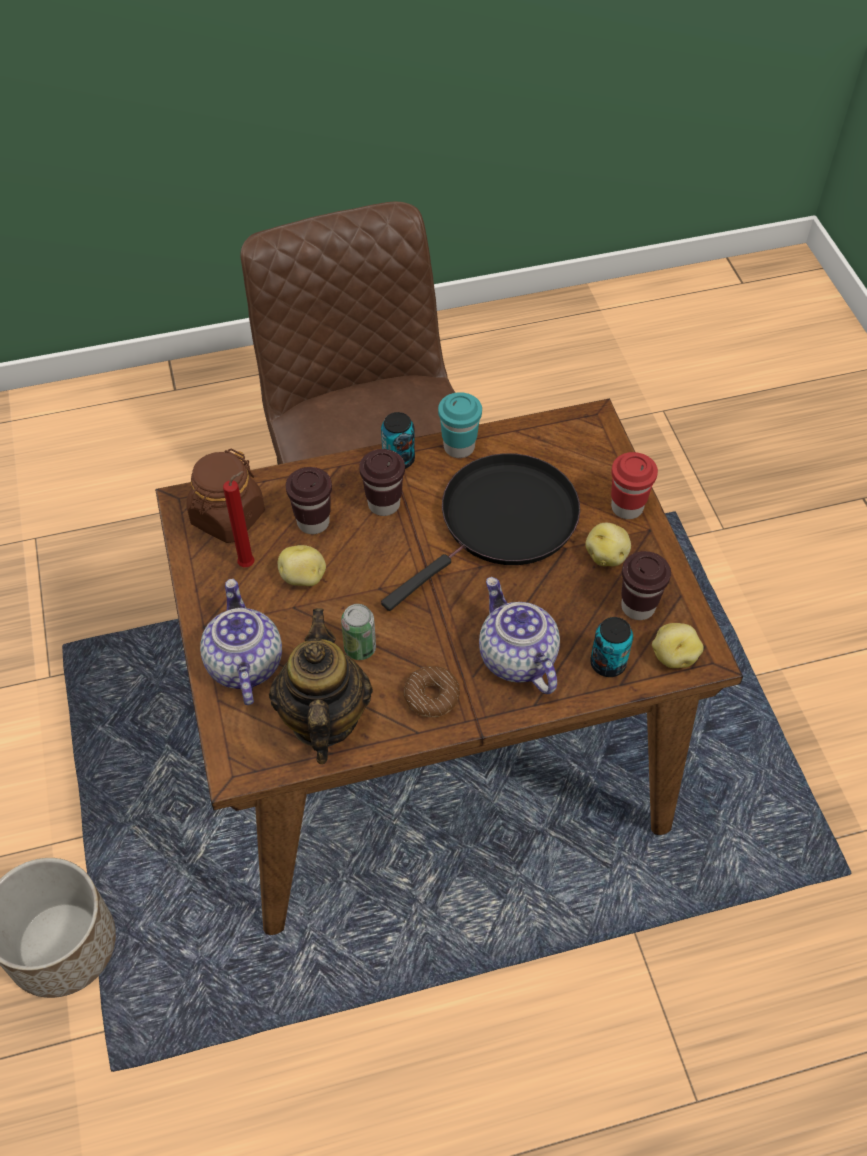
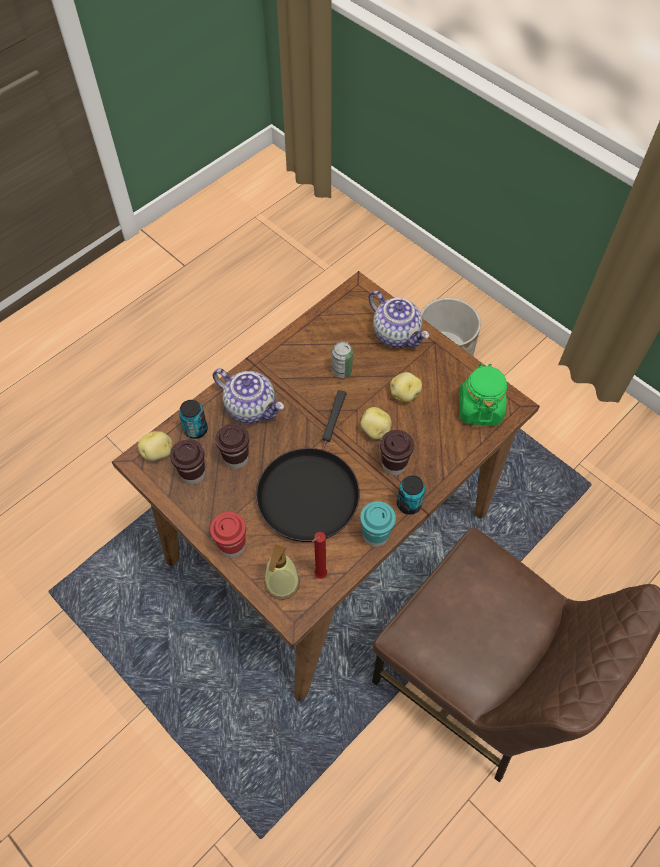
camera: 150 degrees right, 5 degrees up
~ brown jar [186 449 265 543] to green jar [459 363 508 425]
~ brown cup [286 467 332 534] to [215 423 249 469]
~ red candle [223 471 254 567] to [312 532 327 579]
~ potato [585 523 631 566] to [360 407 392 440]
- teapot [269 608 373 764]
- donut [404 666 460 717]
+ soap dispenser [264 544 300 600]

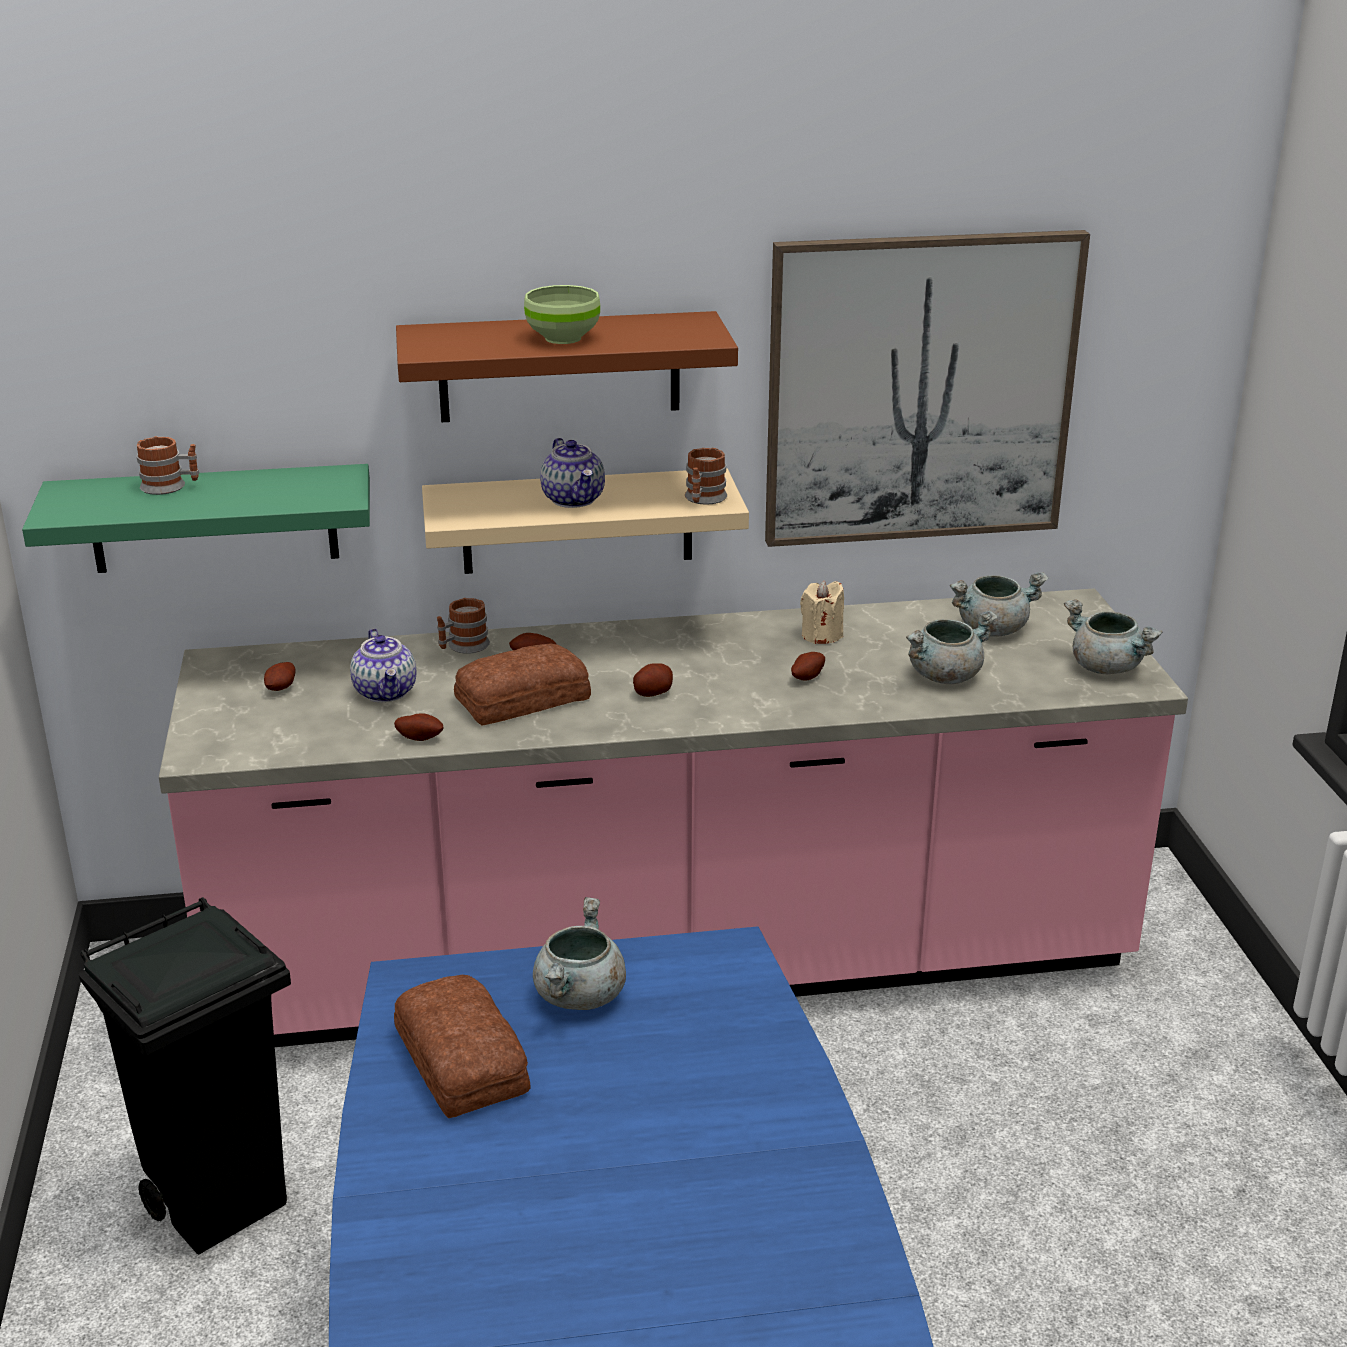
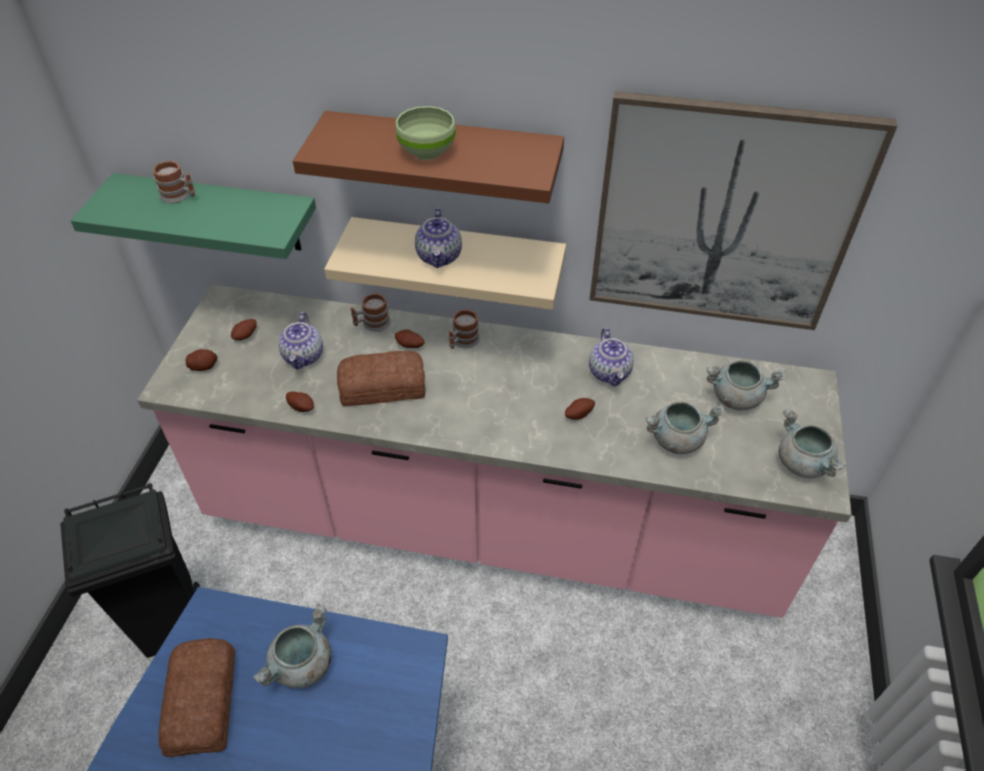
camera: 20 degrees right, 20 degrees up
~ mug [685 448 727 504] to [448 309 480 349]
~ beige candle [800 580 844 644] to teapot [589 328 634 387]
~ potato [633 663 673 697] to [186 349 217 371]

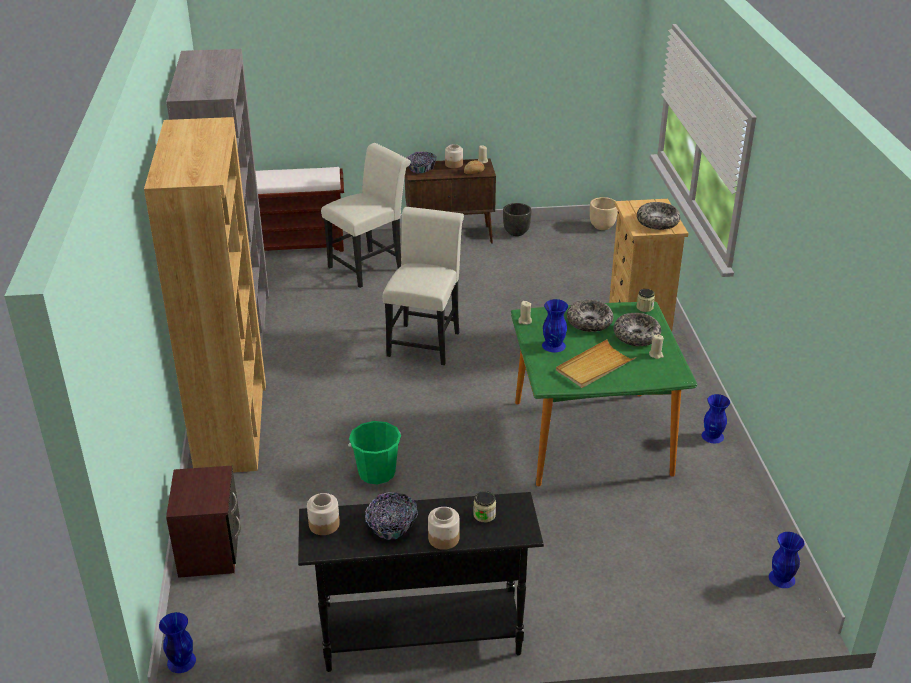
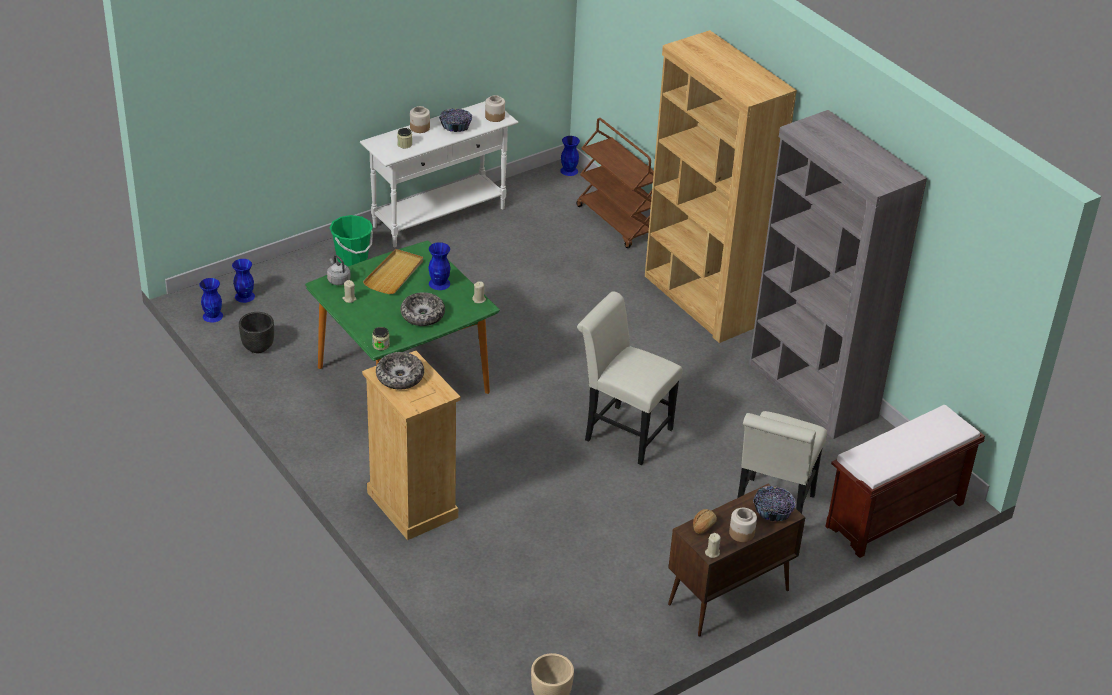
camera: 150 degrees right, 5 degrees up
~ black planter [503 203 532 236] to [239 312 274 353]
~ white chair [383 207 464 365] = [577 291 682 465] 135 degrees clockwise
- bowl [614 313 661 346]
~ blue vase [702 394 730 443] to [232 259 255 303]
~ green bucket [348 421 401 484] to [329 215 373 266]
~ brown nightstand [166 466 241 578] to brown cart [576 118 654 248]
~ black console table [298 492 544 672] to white console table [360 101 518 247]
+ grey kettle [327 255 351 285]

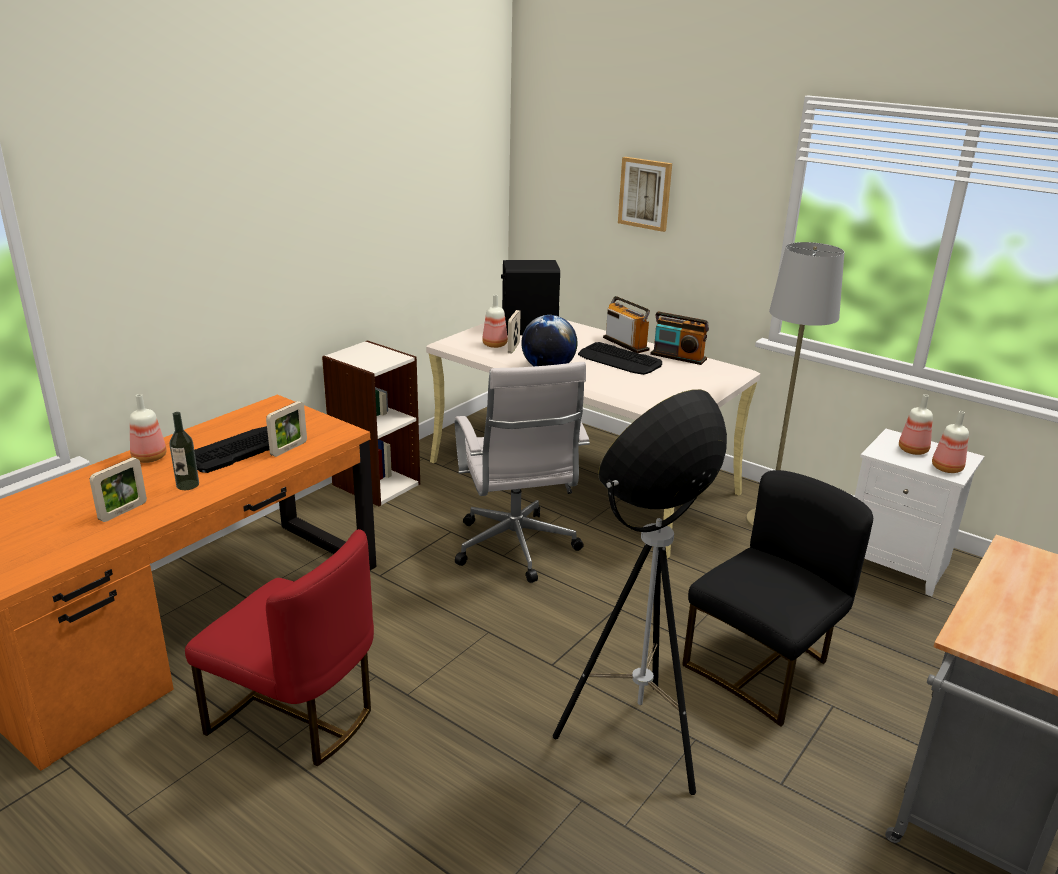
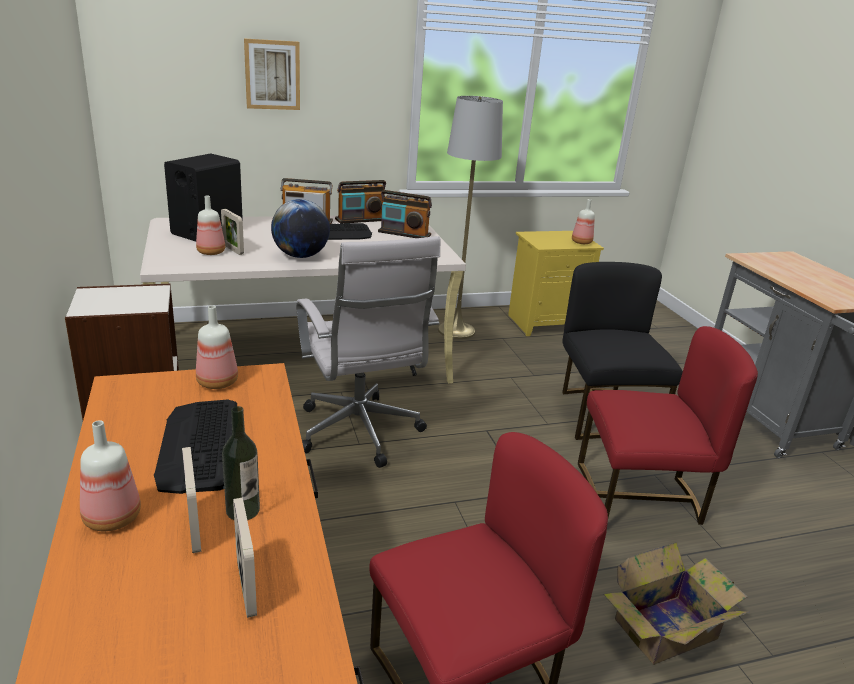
camera: 55 degrees left, 0 degrees up
~ white office chair [455 362 590 583] = [296 236 441 468] 45 degrees clockwise
~ floor lamp [553 389 727 795] to red chair [578 326 758 525]
~ bottle [899 394 933 455] to [196 305 238 389]
~ picture frame [266 401 307 457] to [182 447 201 553]
~ white nightstand [855 429 985 597] to yellow nightstand [508 231 604 336]
+ radio [378 190 432 238]
+ cardboard box [604 542 749 665]

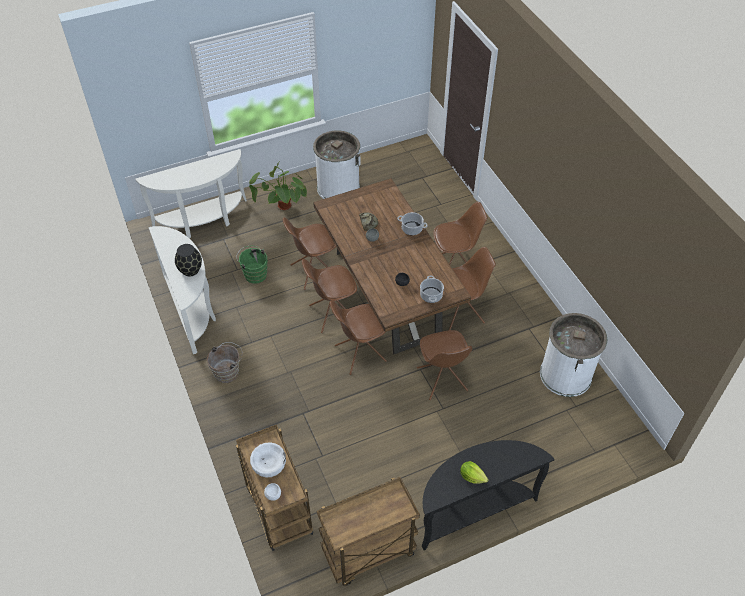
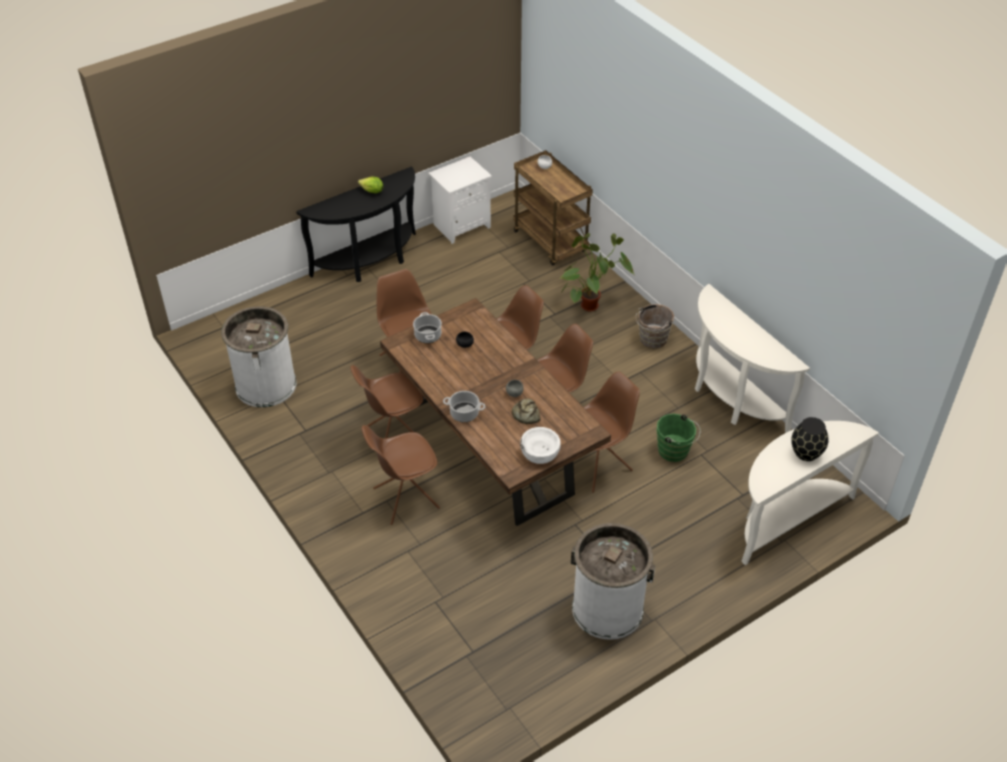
camera: 170 degrees right, 5 degrees down
~ potted plant [249 162 307 210] to [561 233 634 311]
~ black vase [175 244 202 276] to [791 417 829 461]
~ white bowl [250 442 286 478] to [520 427 561 464]
~ brown cart [317 477 420 586] to white nightstand [428 157 492 244]

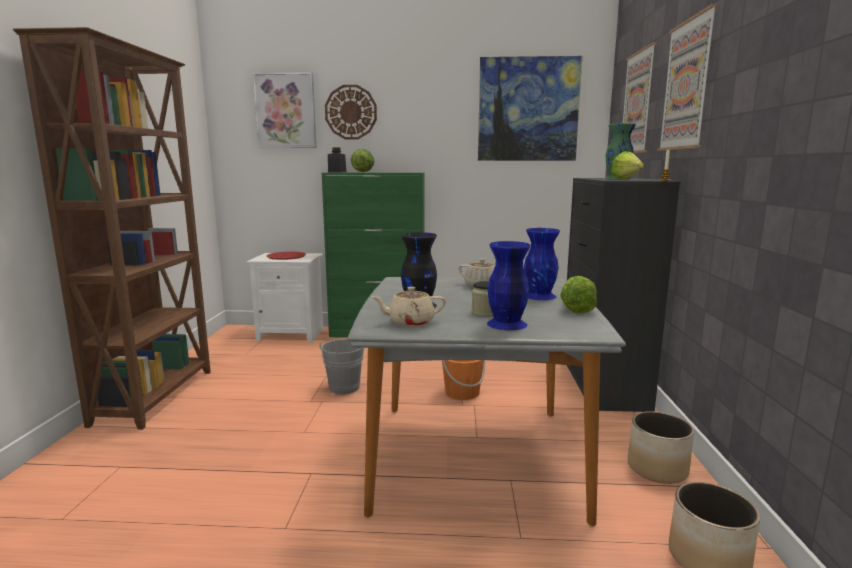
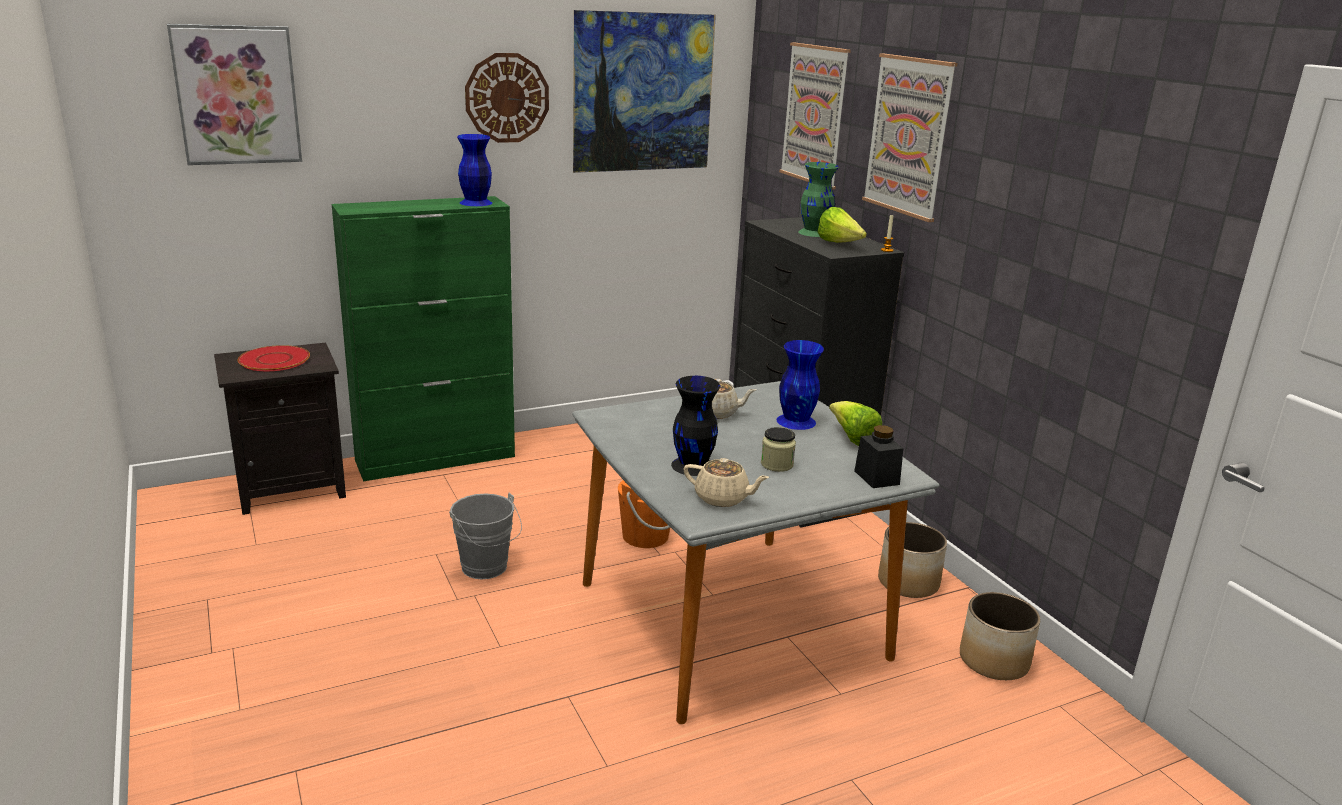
camera: 30 degrees left, 10 degrees up
- brown bookcase [13 27 211 430]
~ wall clock [325 85 377 139] to [465 53 549 143]
~ black jar [328 148 346 172] to [854 425 903 488]
- lettuce [351 149 374 172]
~ blue vase [487 241 531 330] to [457 134 492 206]
~ white nightstand [246 253 324 343] to black nightstand [214 343 346 515]
~ beige teapot [371 287 446 327] = [684 458 769 507] 120 degrees counterclockwise

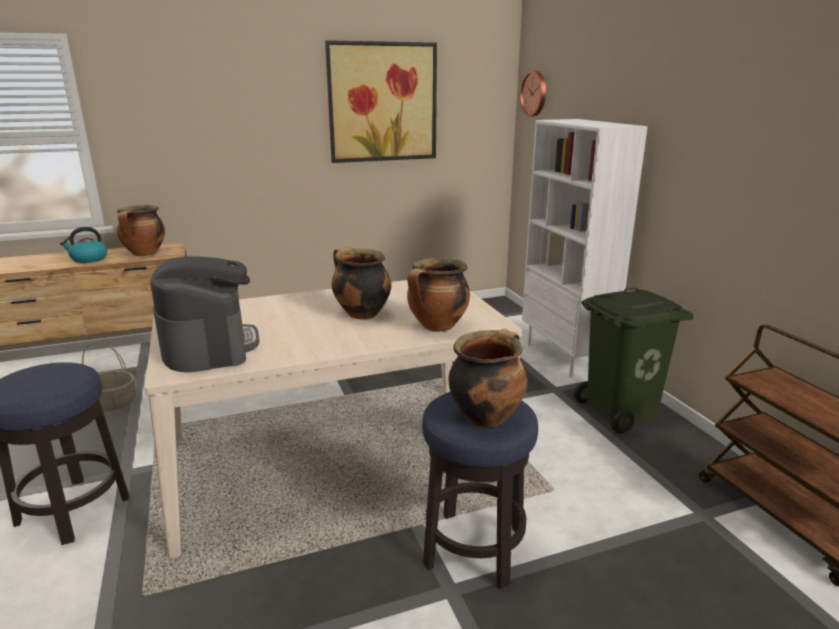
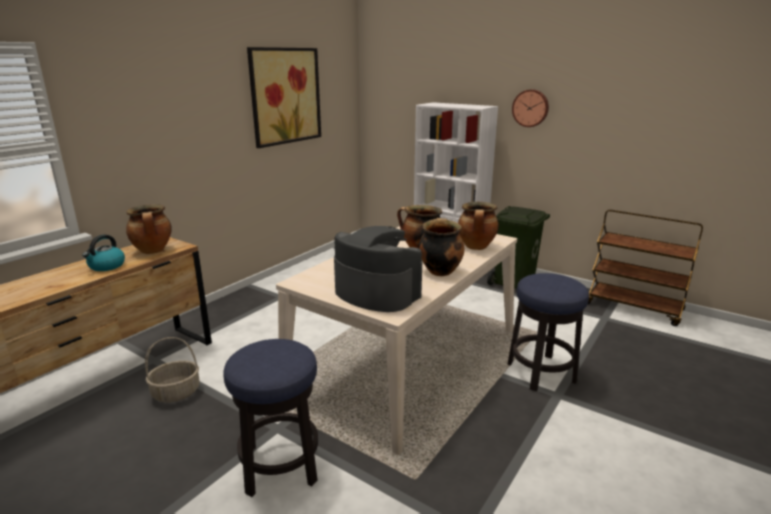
camera: 35 degrees left, 0 degrees up
~ wall clock [520 71 546 116] to [512 89 549 127]
~ cooking pot [448 329 527 427] to [418 218 464 276]

